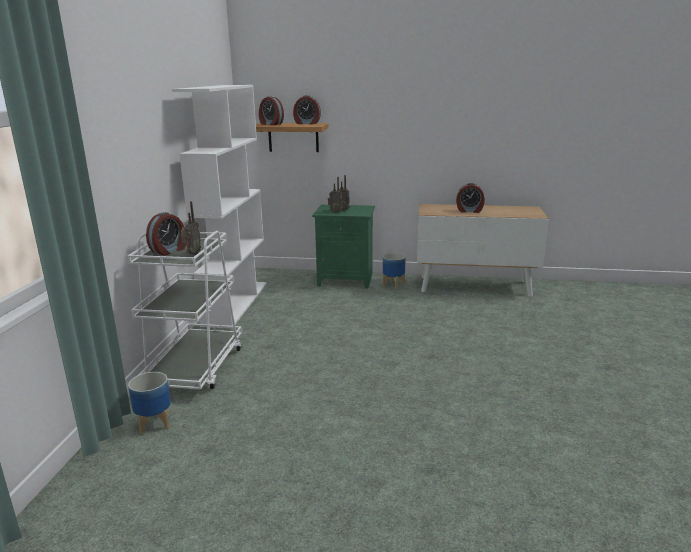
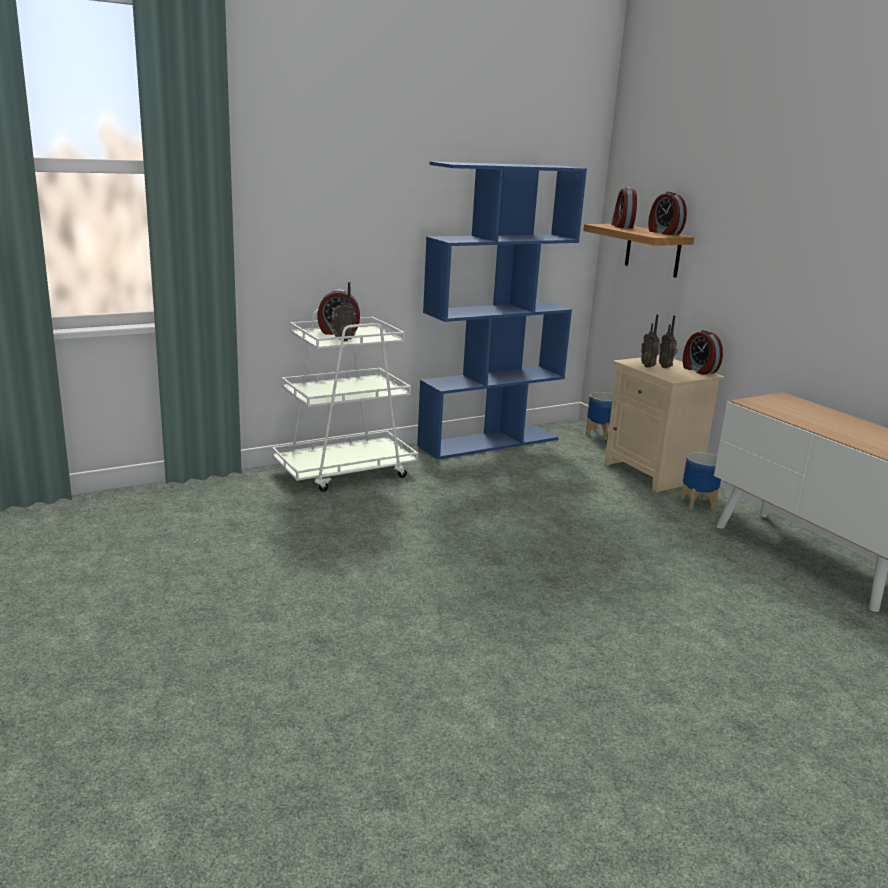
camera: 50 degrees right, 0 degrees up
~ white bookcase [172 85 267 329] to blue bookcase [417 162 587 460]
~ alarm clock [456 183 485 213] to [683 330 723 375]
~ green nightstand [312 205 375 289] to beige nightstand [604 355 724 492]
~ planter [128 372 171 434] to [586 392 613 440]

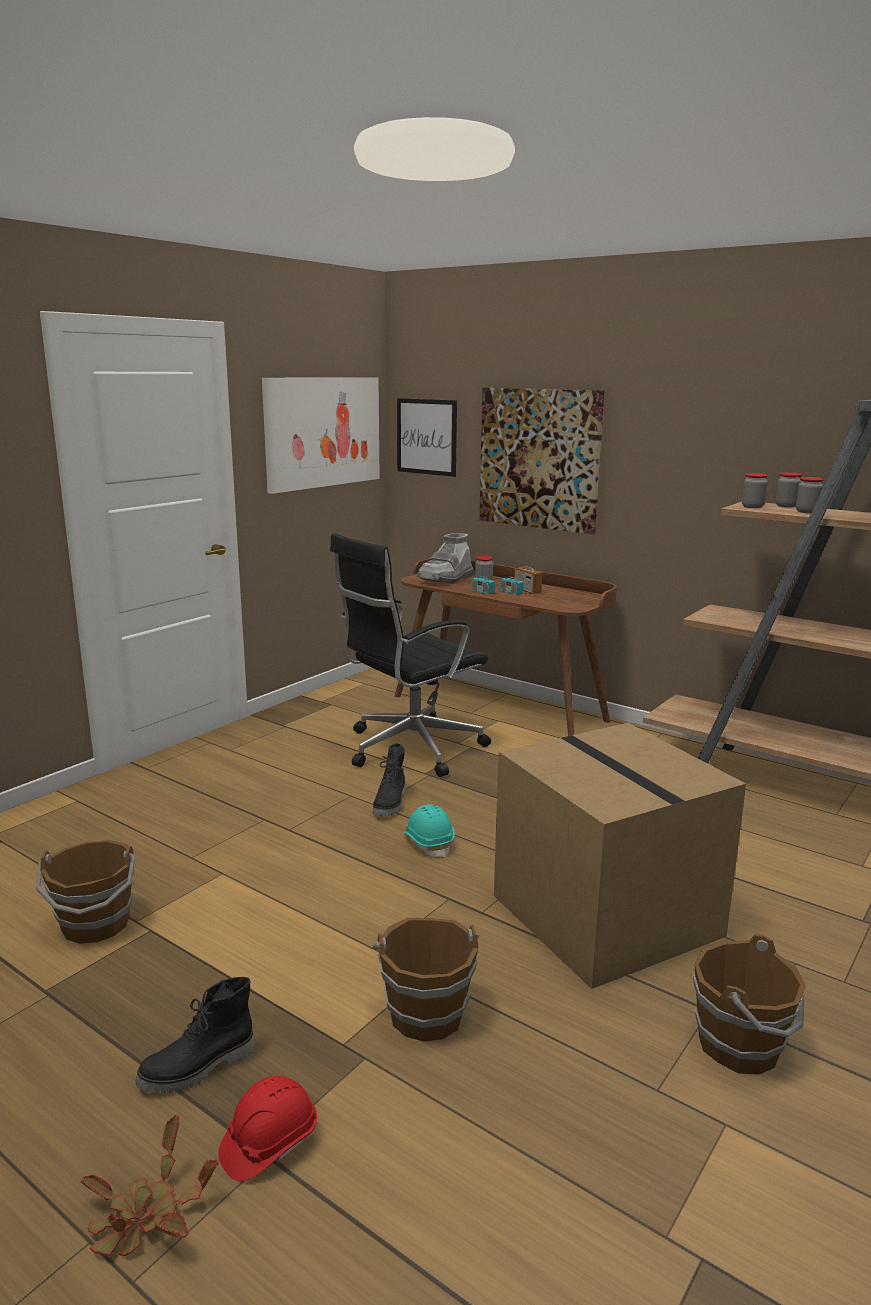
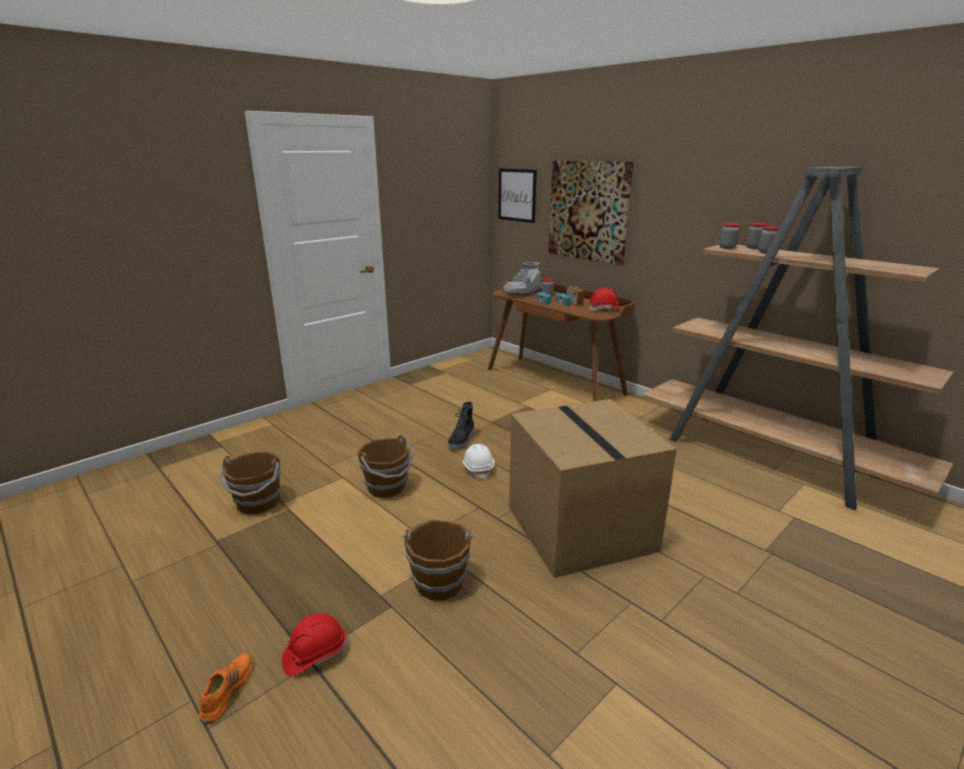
camera: 10 degrees right, 5 degrees up
- picture [262 377 380 494]
- black office chair [330 533 491 777]
~ turquoise hard hat [403 804 455 857] to white hard hat [462 444 494 479]
~ brown bucket [693 934 806 1075] to [357 435 414 498]
- black boot [136 977 254 1093]
~ potted plant [80 1115 218 1256] to orange shoe [199 653 253 724]
+ red hard hat [589 288 621 311]

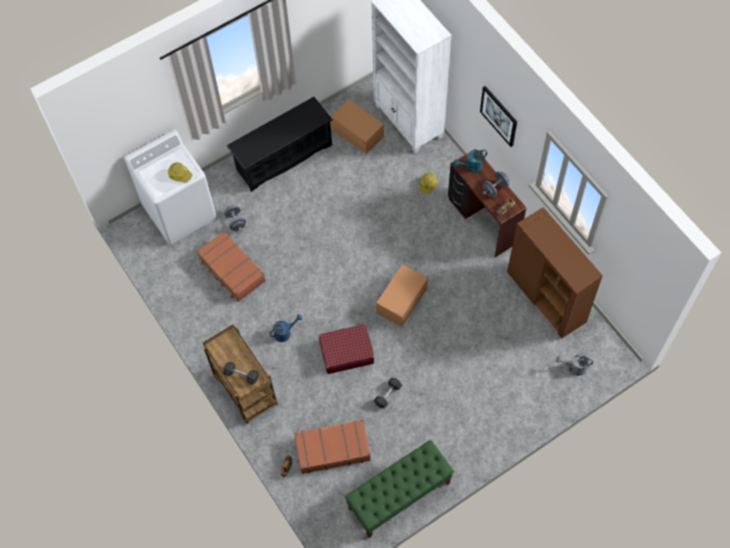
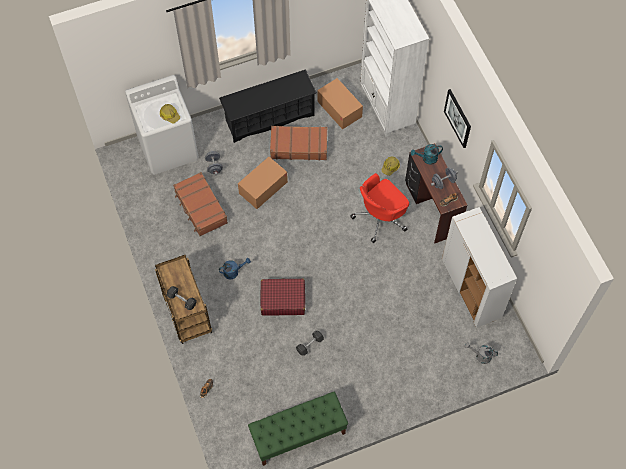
camera: 10 degrees right, 0 degrees up
~ brown cabinet [507 207 603 338] to white cabinet [442 207 517 328]
~ cardboard box [376 264 428 327] to [238 157 288 209]
~ brown suitcase [294 420 371 474] to [270 126 327 160]
+ red office chair [350 173 409 243]

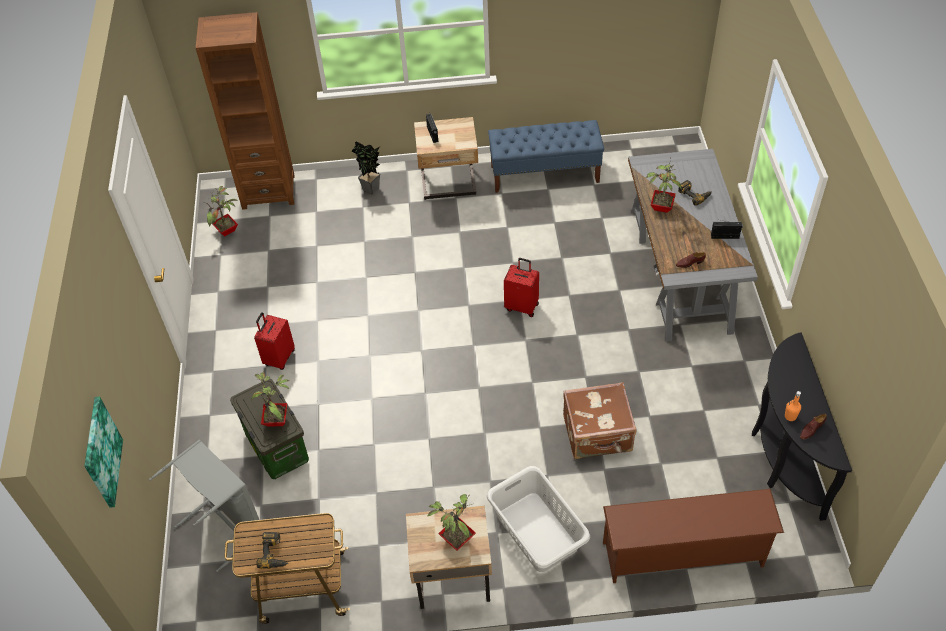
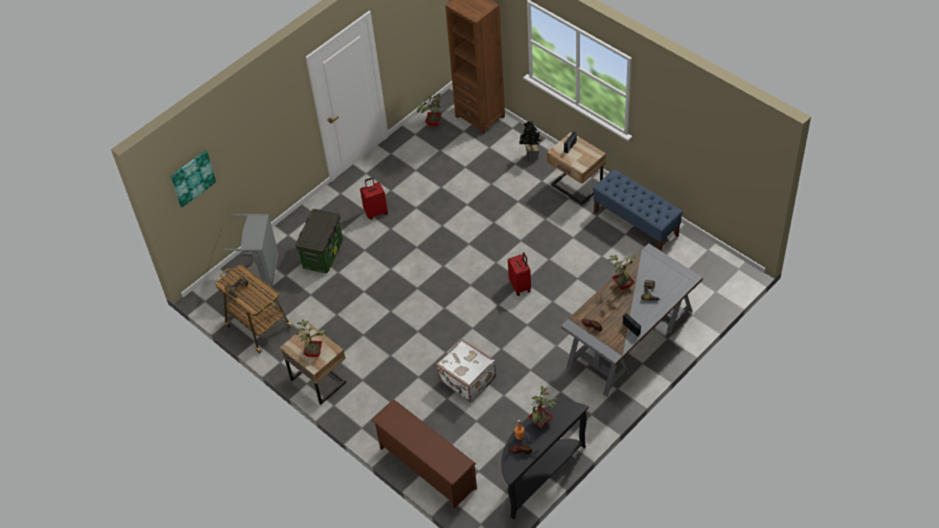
camera: 50 degrees right, 0 degrees up
~ potted plant [252 372 290 427] to [528 386 558 428]
~ brown suitcase [563 382 637 459] to white suitcase [436 339 496 402]
- grey laundry basket [487 466 590 572]

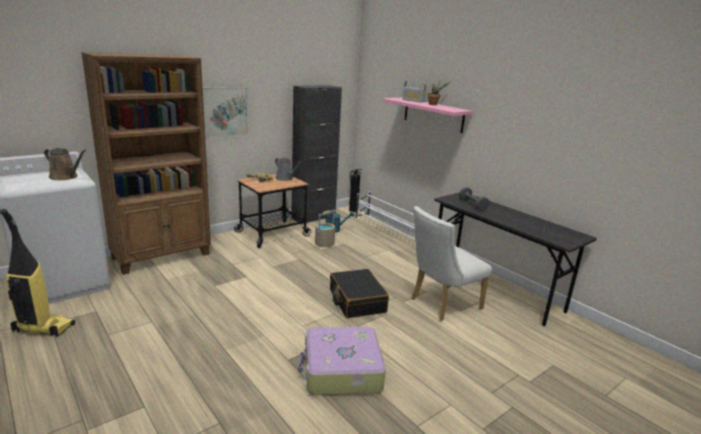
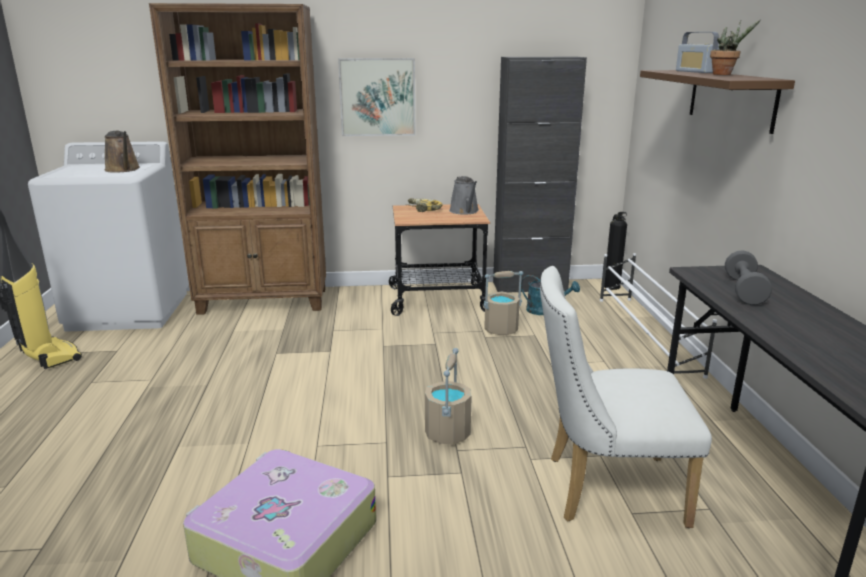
camera: 35 degrees right, 0 degrees up
~ pink shelf [383 98 473 133] to brown shelf [640 70 795 134]
~ black suitcase [330 269 389 318] to beige bucket [425 348 472 445]

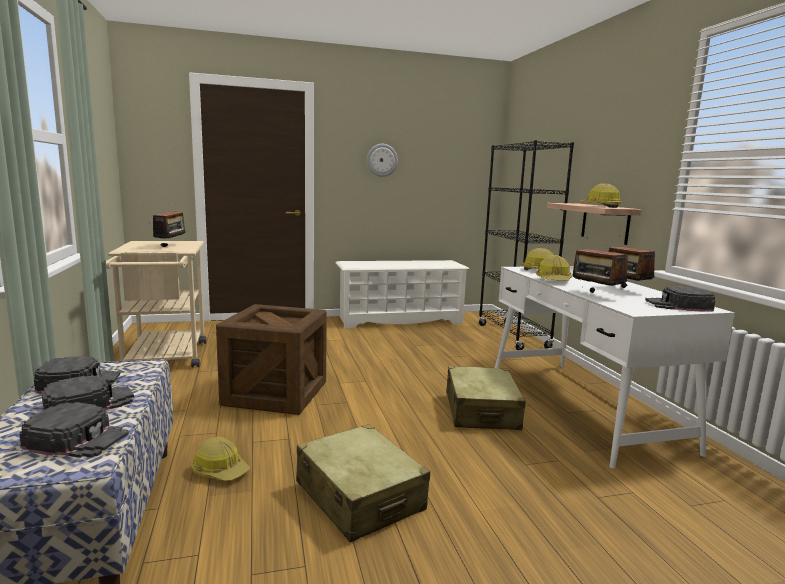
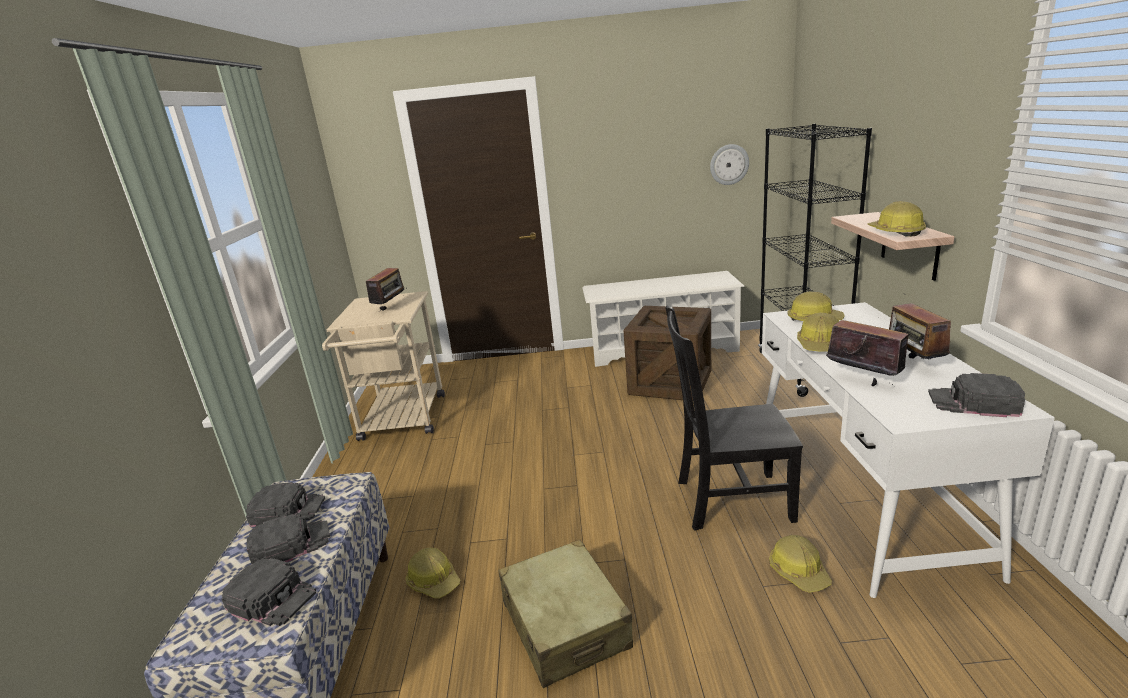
camera: 15 degrees right, 10 degrees up
~ wall clock [367 144 398 177] to [710 144 749 185]
~ radio [572 249 628 293] = [826 313 908 386] 150 degrees clockwise
~ crate [216 304 327 415] to [623 306 711 400]
~ beige suitcase [446 366 526 430] to black chair [665 306 803 531]
+ hard hat [769 535 832 593]

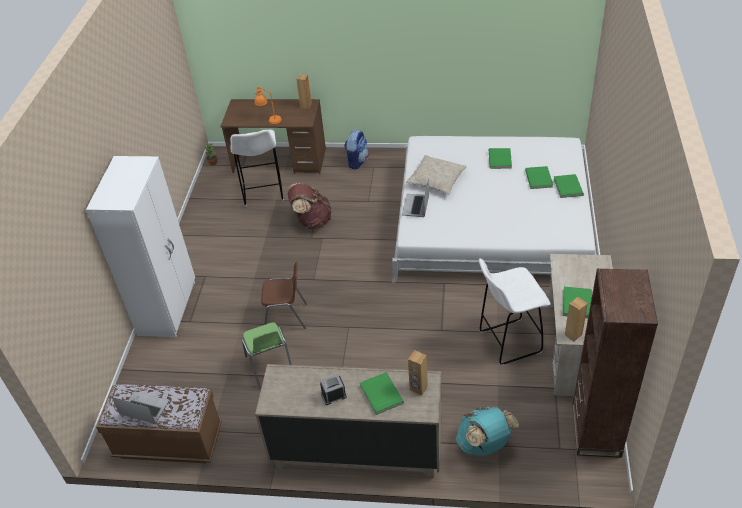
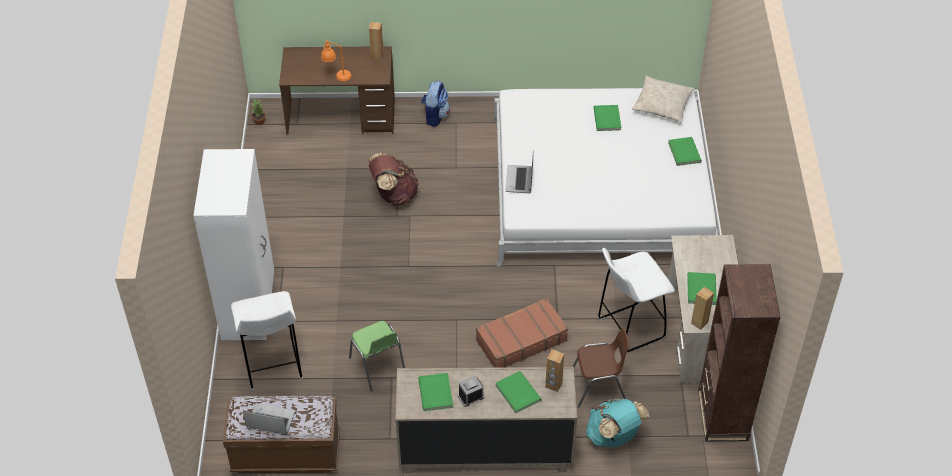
camera: 10 degrees left, 5 degrees up
~ white stool [230 130 284 207] to [231 291 303 390]
~ beige pillow [406 155 467 194] to [632 76 694 123]
~ green book [525 166 553 189] to [418 373 453 411]
~ brown chair [261 262 307 329] to [573 328 630 407]
+ brown suitcase [476 298 568 367]

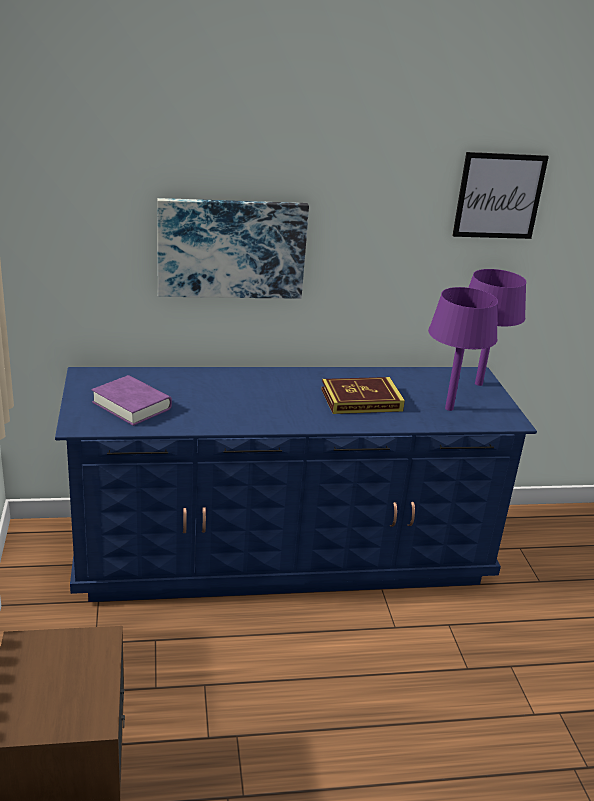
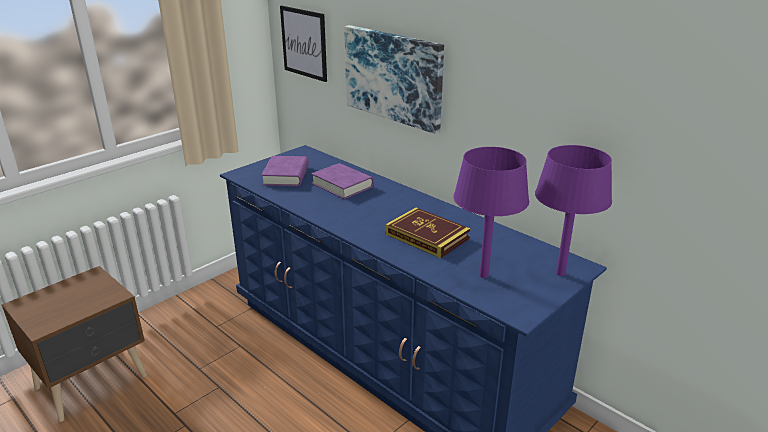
camera: 55 degrees right, 0 degrees up
~ picture [452 152 549 239] to [280 6 327 82]
+ purple book [311 163 374 199]

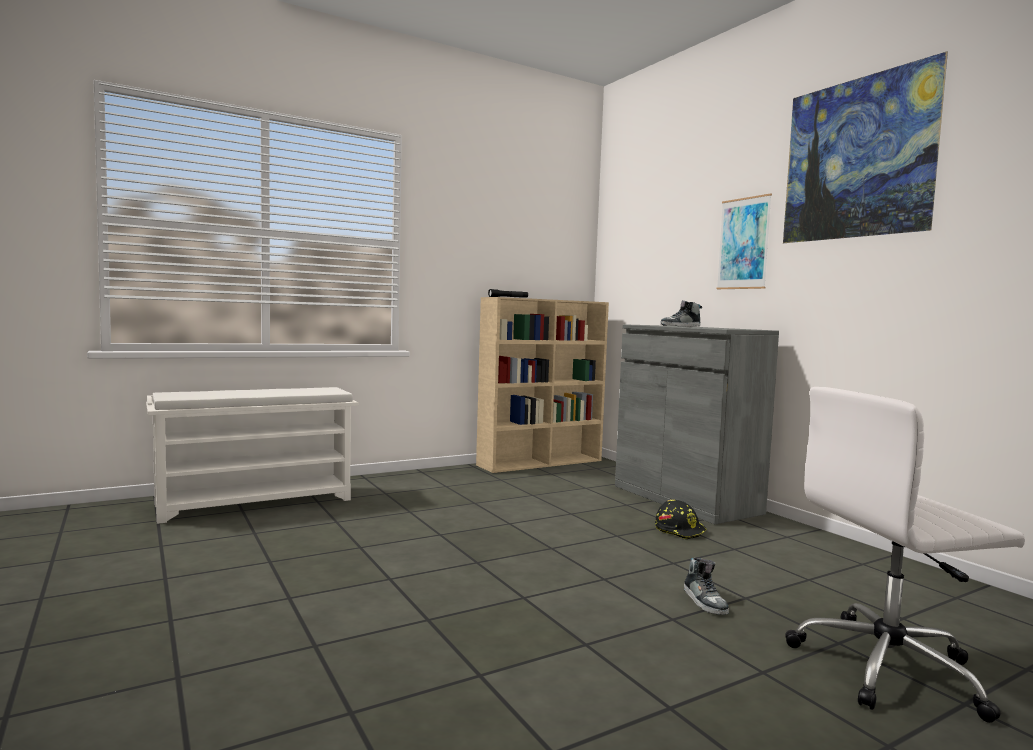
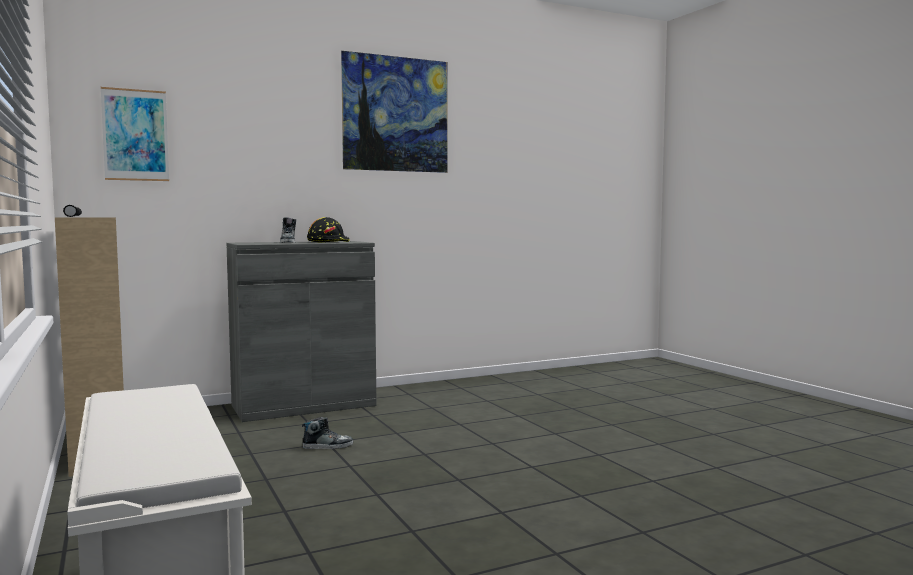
camera: 85 degrees left, 0 degrees up
~ picture [717 193 772 289] to [101 87 169 181]
- white office chair [785 387 1025 723]
~ black hard hat [655 500 707 539] to [307 217 350 242]
~ shoe [684 558 729 615] to [302 417 353 449]

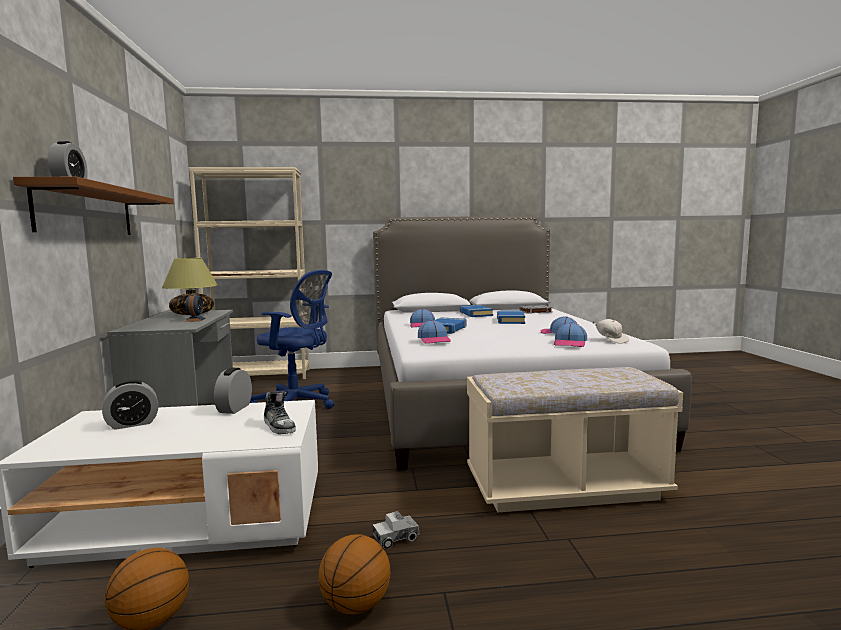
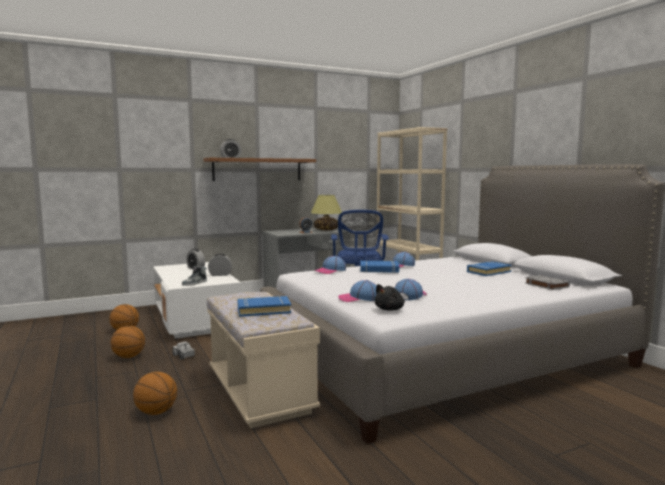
camera: 70 degrees right, 0 degrees up
~ blue book [497 311 525 324] to [238 296 291 317]
~ white cap [592 319 629 344] to black plush toy [374 284 405 311]
+ basketball [133 372 177 415]

